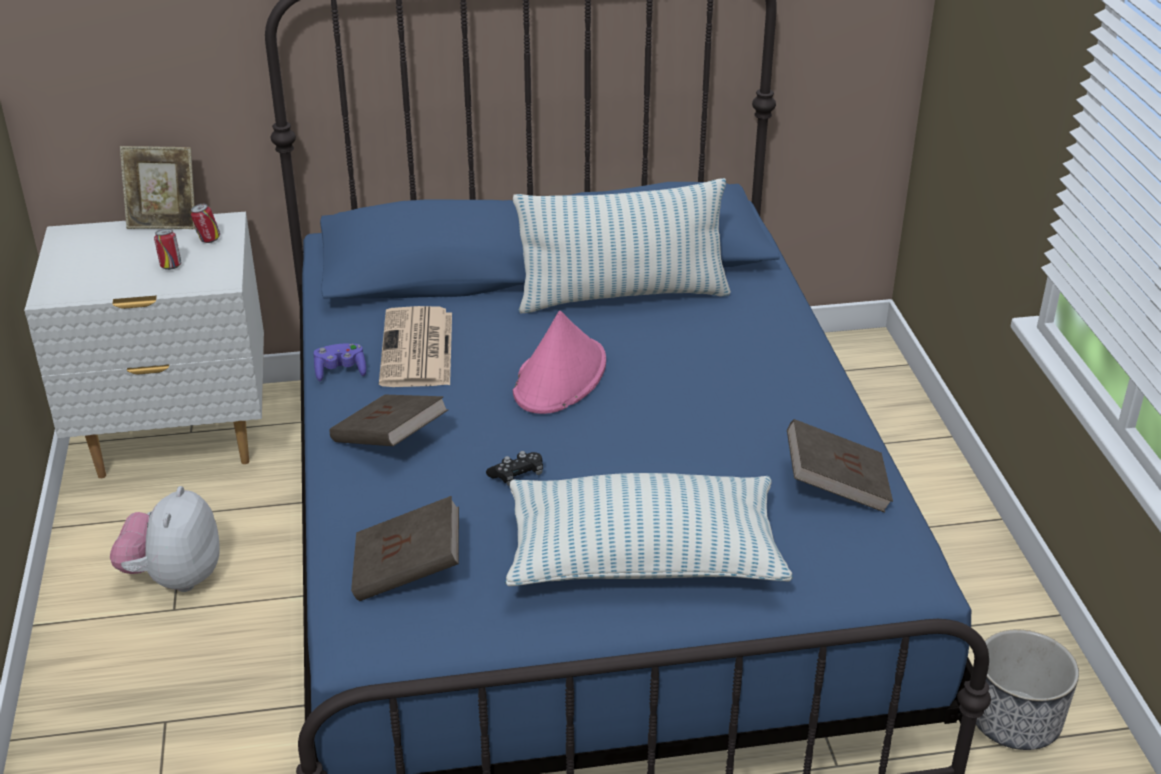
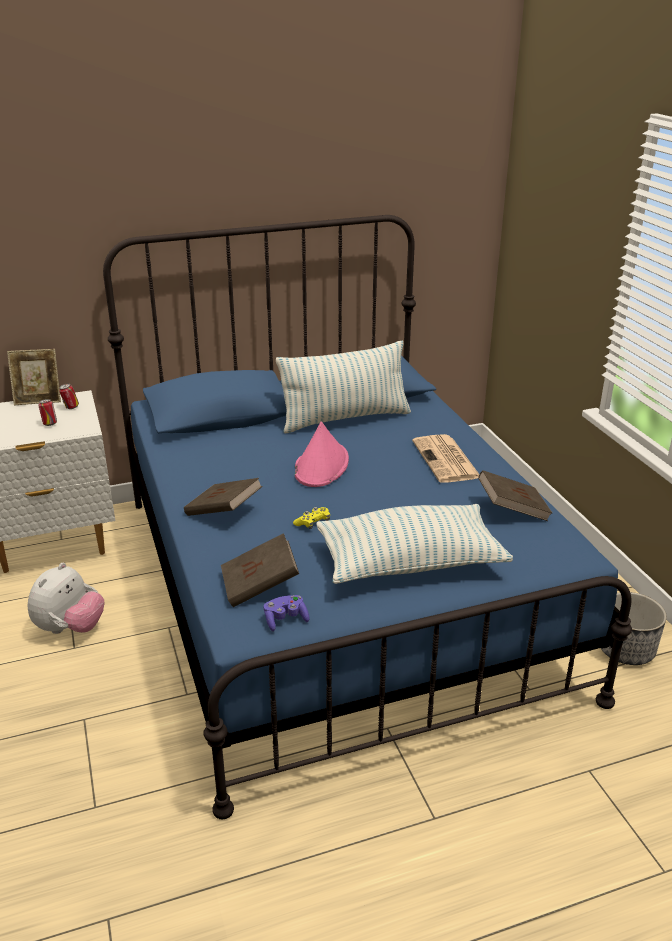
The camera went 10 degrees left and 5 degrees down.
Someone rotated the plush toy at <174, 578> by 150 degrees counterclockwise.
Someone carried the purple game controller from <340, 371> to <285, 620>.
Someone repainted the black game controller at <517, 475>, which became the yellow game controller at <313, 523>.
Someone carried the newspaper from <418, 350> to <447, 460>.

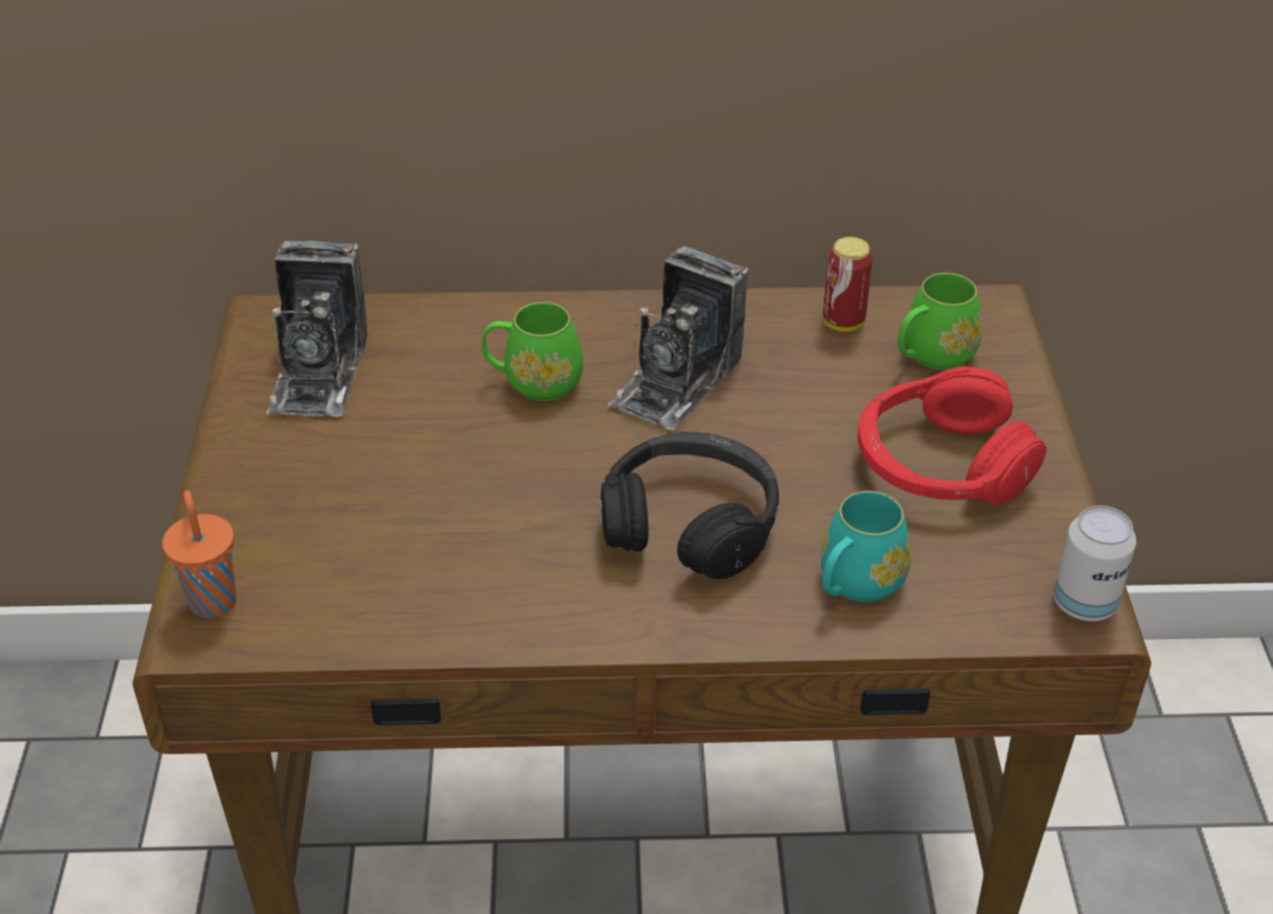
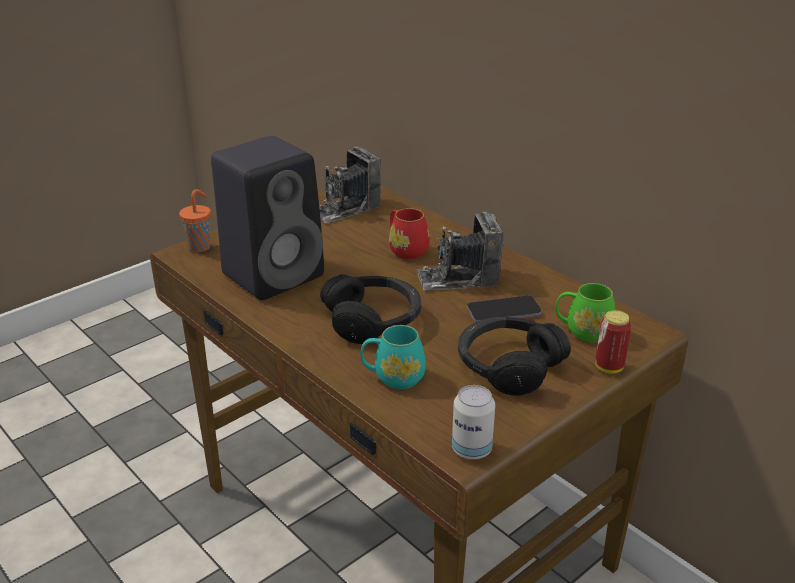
The camera went 50 degrees right and 10 degrees down.
Someone put down the black speaker at <275, 273>.
Someone repainted the green mug at <533, 382>, which became the red mug at <405, 249>.
Someone repainted the red headphones at <940, 465>, which became the black headphones at <508, 366>.
Someone put down the phone at <503, 312>.
Someone carried the can from <843, 323> to <609, 367>.

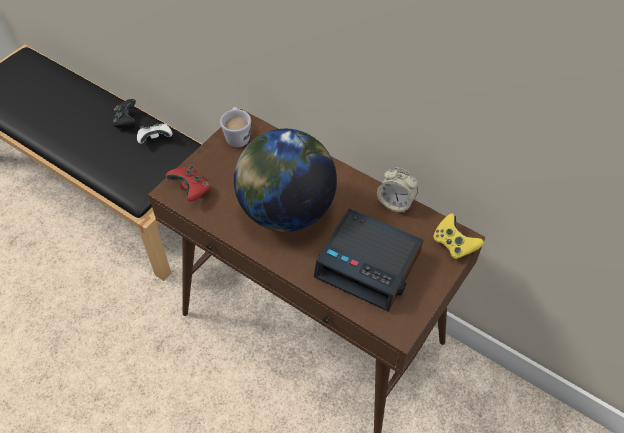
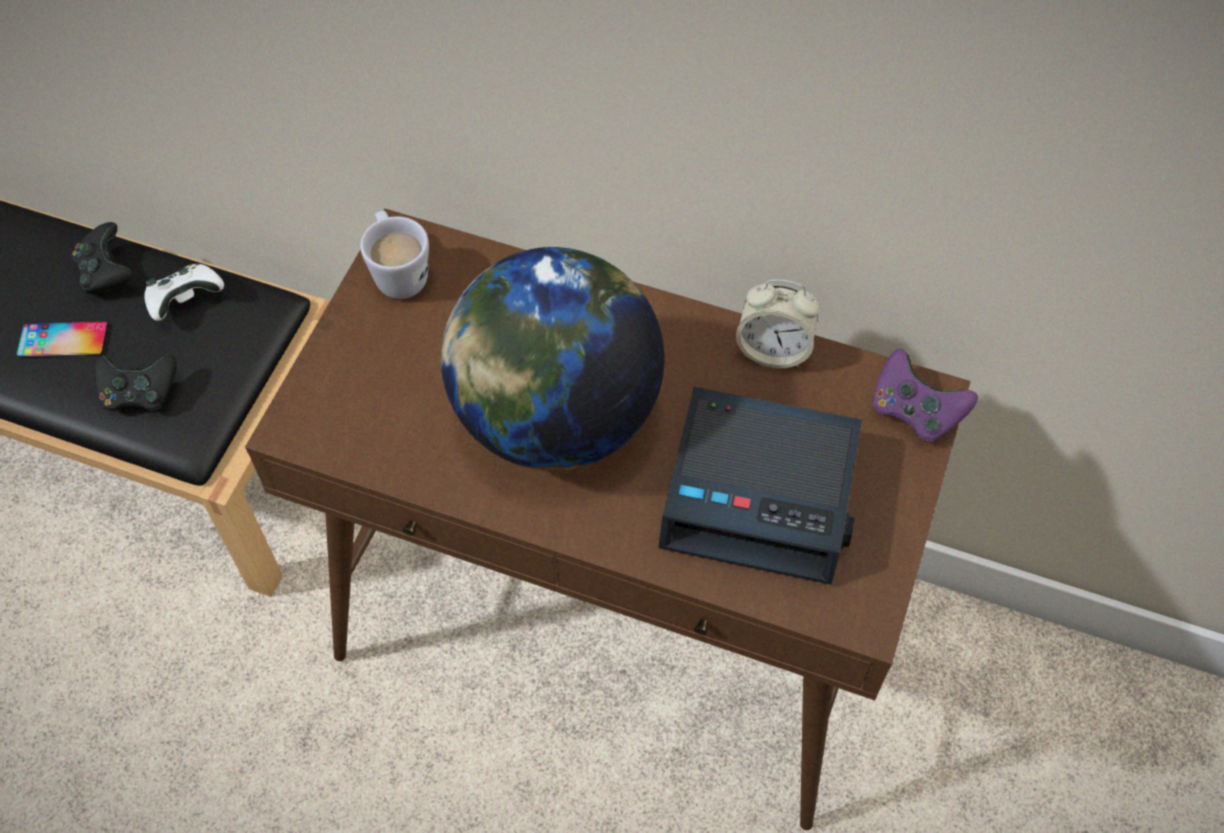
The camera went 15 degrees left and 5 degrees up.
Someone put down the phone at <63, 340>.
Someone put down the black game controller at <140, 394>.
Someone repainted the yellow game controller at <453, 244>, which became the purple game controller at <914, 411>.
Someone took away the red game controller at <191, 190>.

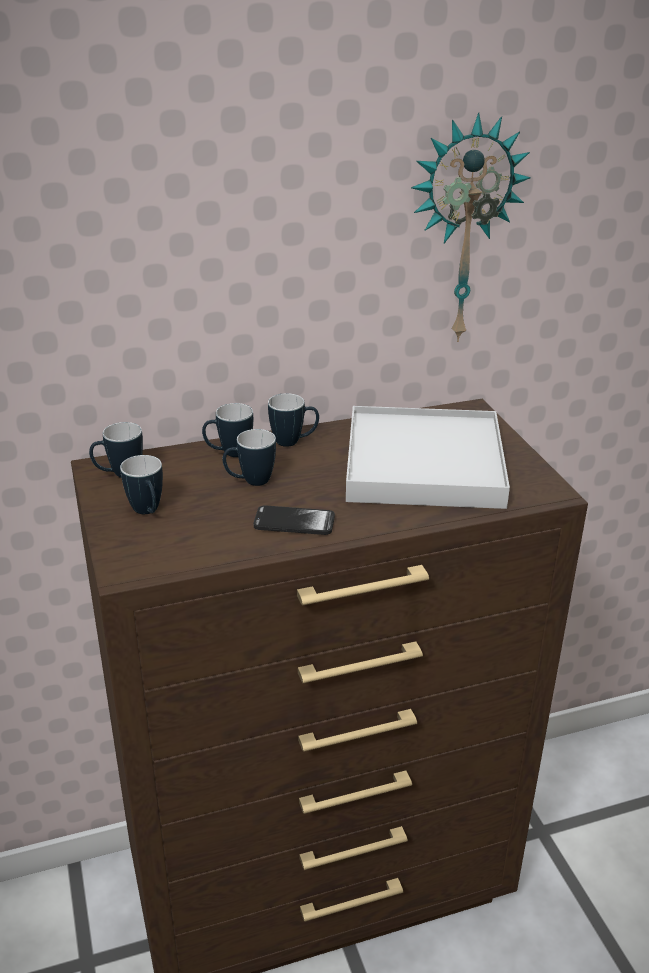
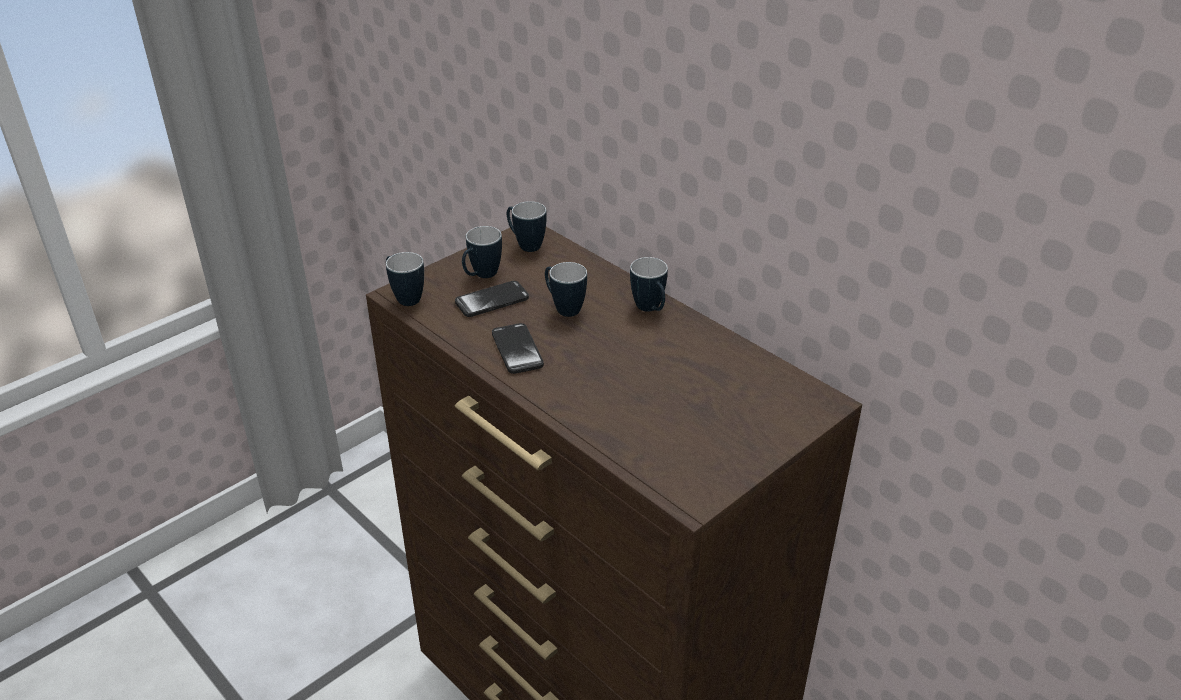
The camera went 65 degrees right and 5 degrees up.
Someone carried the mug from <229, 453> to <404, 298>.
Someone put down the phone at <492, 300>.
Someone took away the white tray at <423, 464>.
Someone took away the wall clock at <463, 231>.

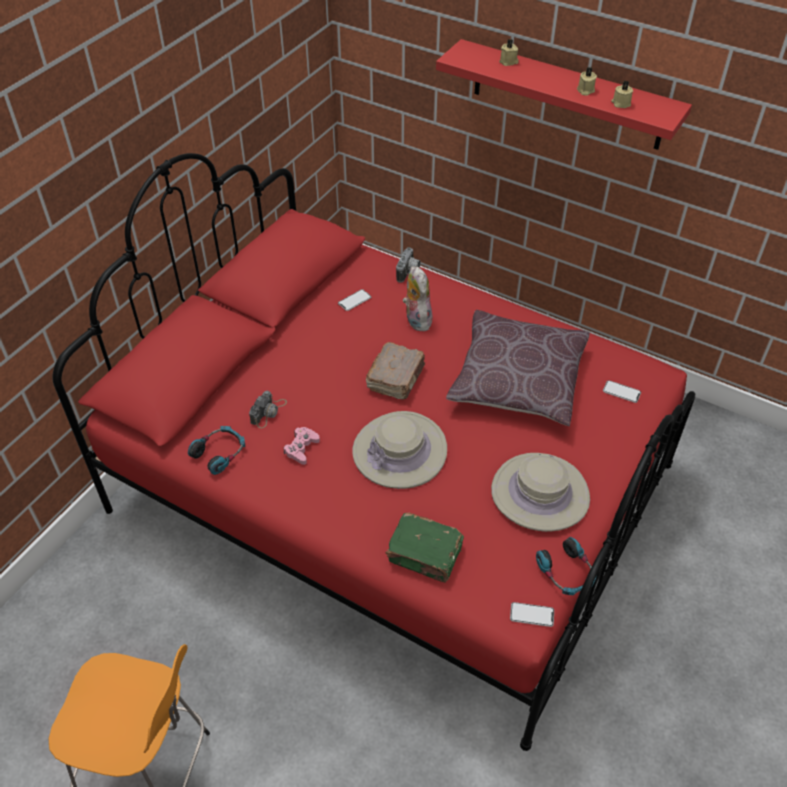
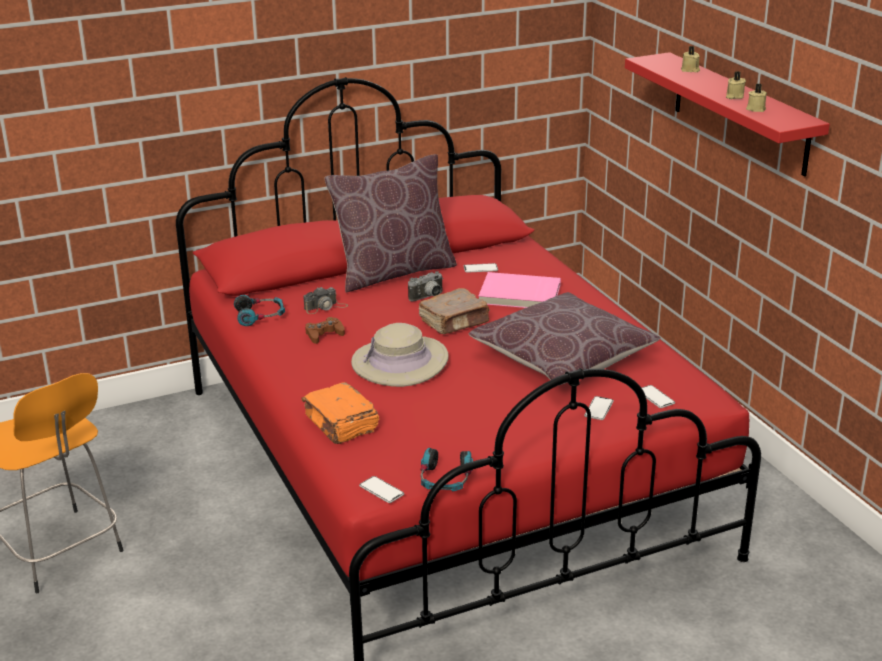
The camera went 35 degrees right and 20 degrees down.
Someone repainted the green book at <425, 555>, which became the orange book at <341, 424>.
Someone repainted the pink game controller at <301, 448>, which became the brown game controller at <324, 334>.
Someone put down the brown pillow at <393, 272>.
Someone carried the photo camera from <409, 272> to <428, 297>.
Someone swapped the plush toy at <416, 320> for the pink book at <519, 295>.
Someone put down the phone at <598, 409>.
Someone took away the beige hat at <540, 494>.

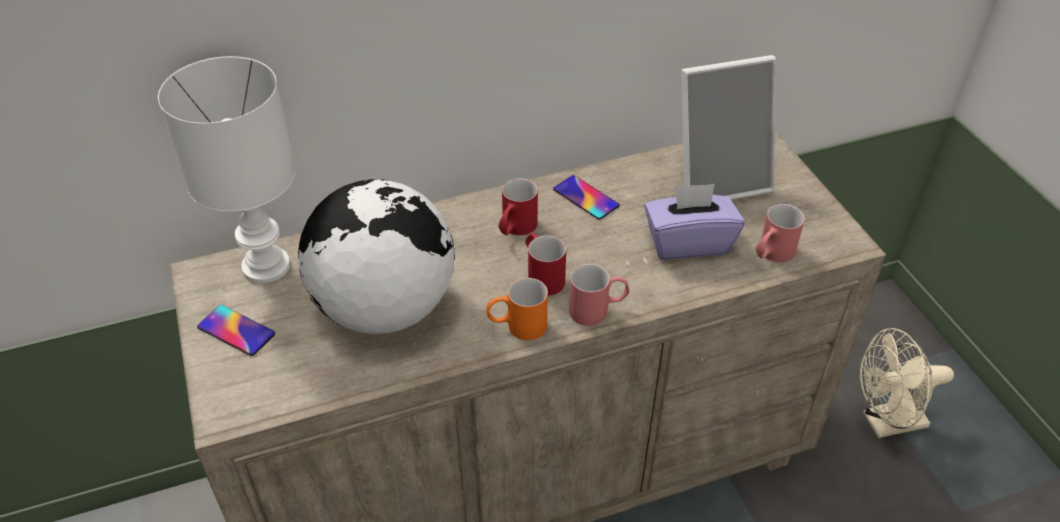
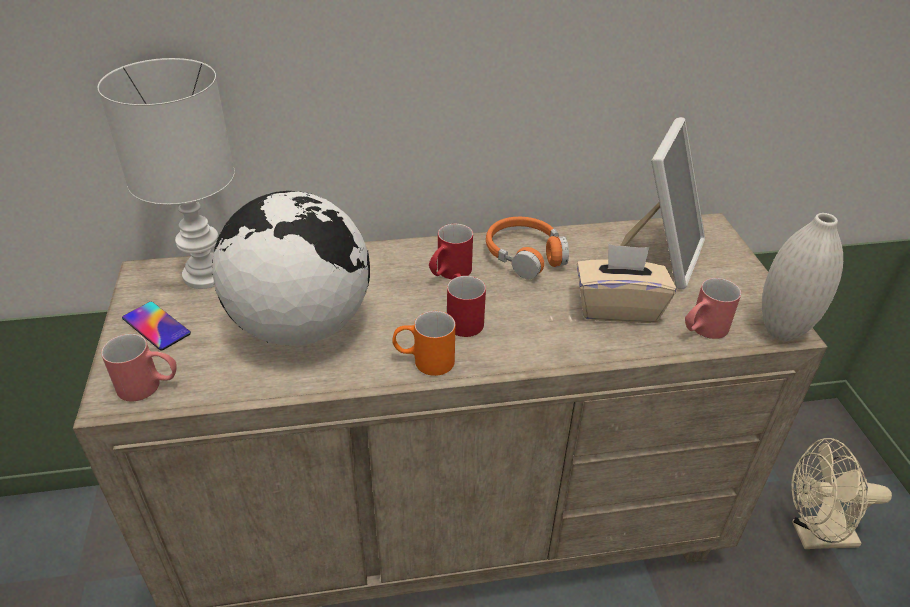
The camera went 10 degrees right and 5 degrees down.
Someone carried the red mug from <598, 310> to <149, 386>.
Someone swapped the phone at <585, 198> for the orange headphones at <525, 255>.
Someone repainted the purple tissue box at <688, 242>, which became the beige tissue box at <618, 307>.
Someone rotated the picture frame at <718, 180> by 60 degrees counterclockwise.
Someone put down the white vase at <781, 331>.

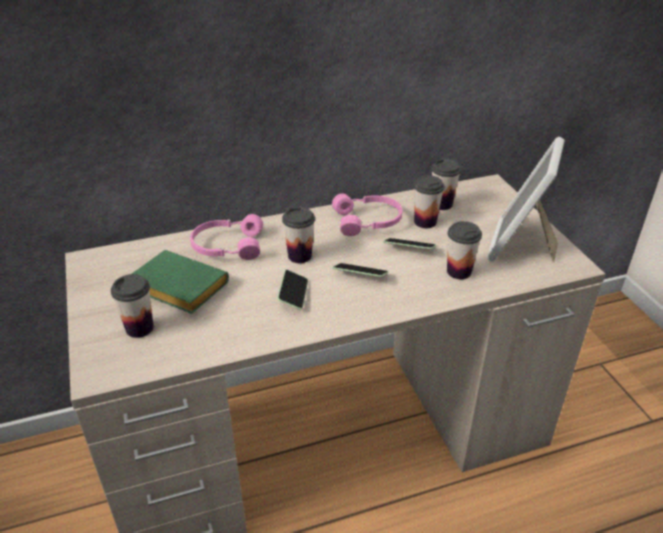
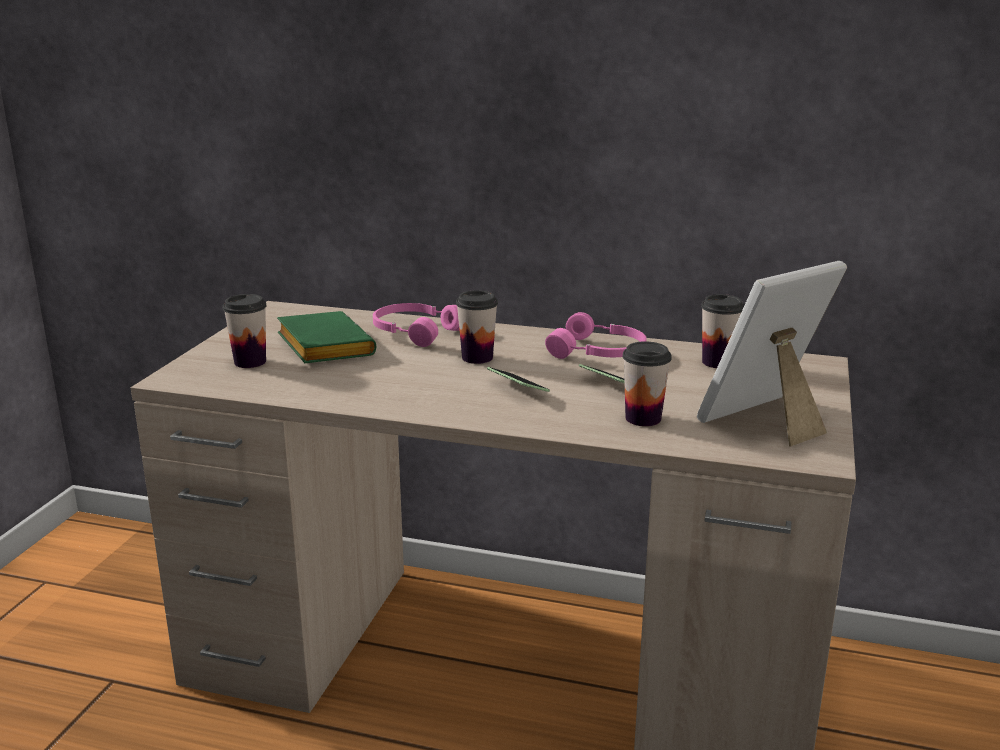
The camera went 35 degrees right and 15 degrees down.
Someone took away the phone at <293, 295>.
Someone took away the cup at <425, 222>.

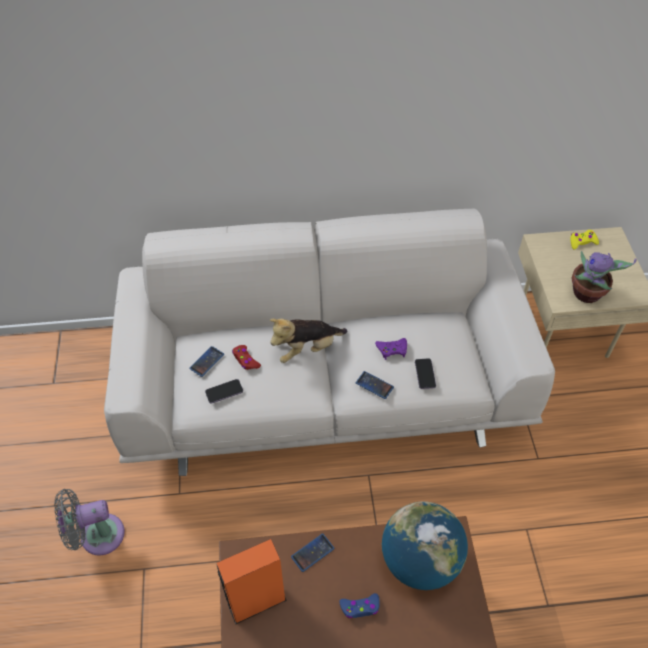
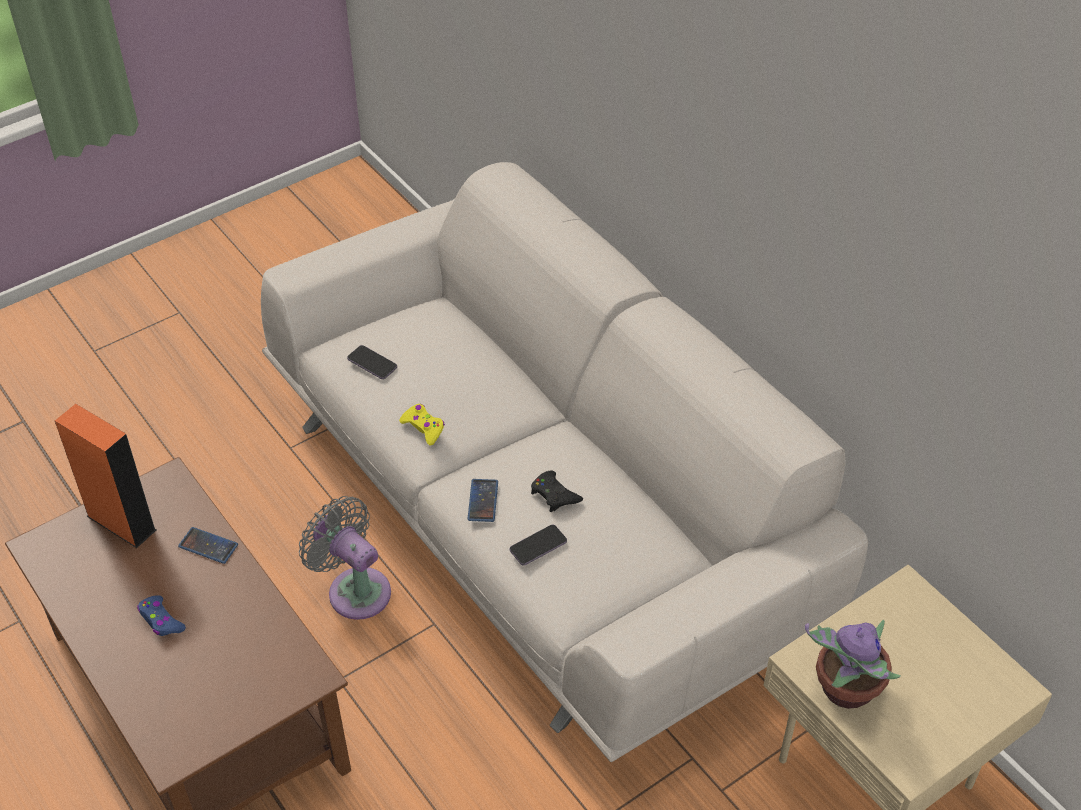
The camera went 60 degrees right and 5 degrees down.
Someone carried the grey fan from <97, 536> to <355, 589>.
Someone carried the yellow game controller from <582, 242> to <423, 427>.
Someone repainted the purple game controller at <392, 350>, which became the black game controller at <554, 495>.
Someone took away the phone at <207, 361>.
Someone took away the red game controller at <245, 360>.
Someone took away the plush toy at <307, 349>.
Someone took away the globe at <420, 560>.

